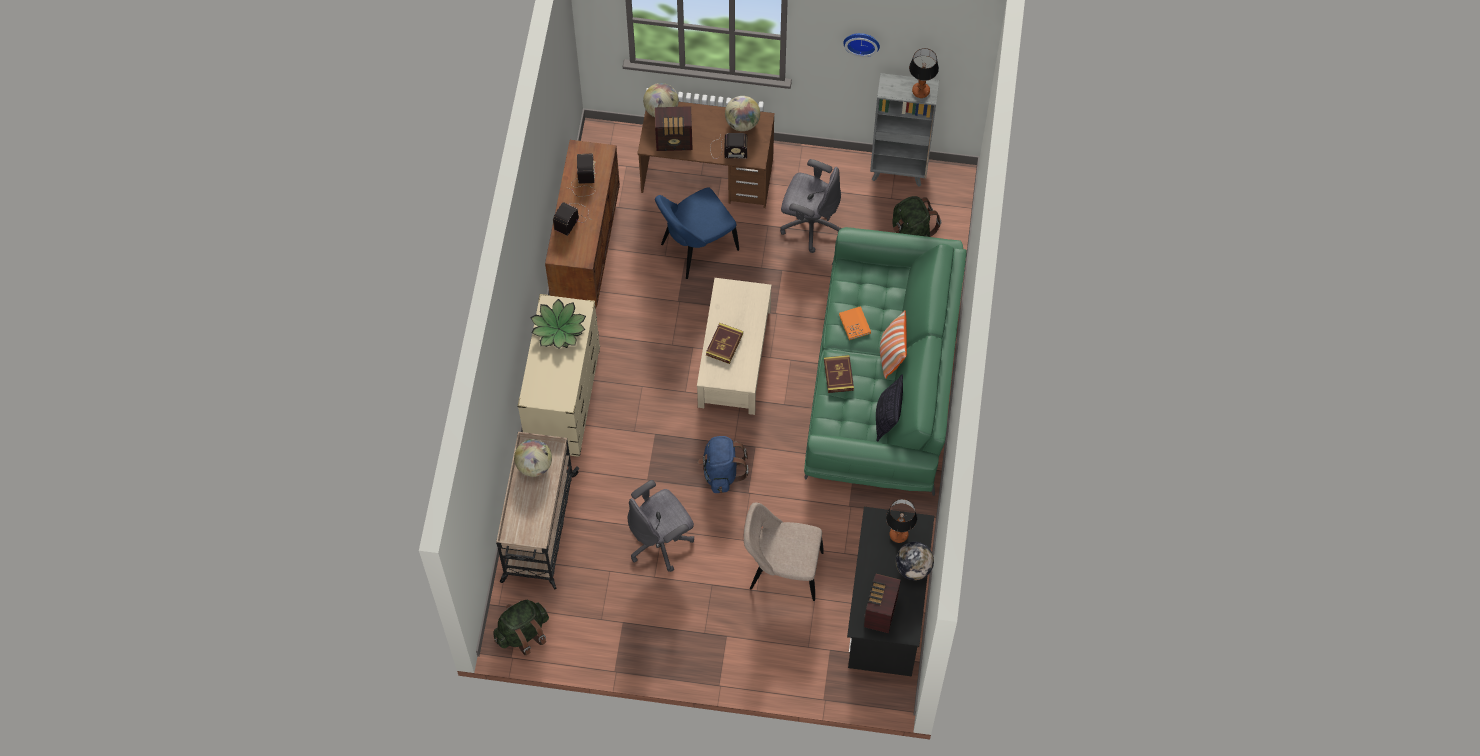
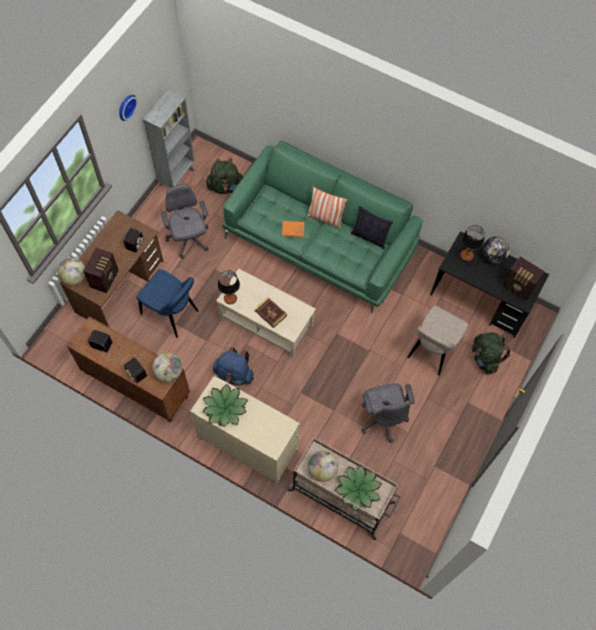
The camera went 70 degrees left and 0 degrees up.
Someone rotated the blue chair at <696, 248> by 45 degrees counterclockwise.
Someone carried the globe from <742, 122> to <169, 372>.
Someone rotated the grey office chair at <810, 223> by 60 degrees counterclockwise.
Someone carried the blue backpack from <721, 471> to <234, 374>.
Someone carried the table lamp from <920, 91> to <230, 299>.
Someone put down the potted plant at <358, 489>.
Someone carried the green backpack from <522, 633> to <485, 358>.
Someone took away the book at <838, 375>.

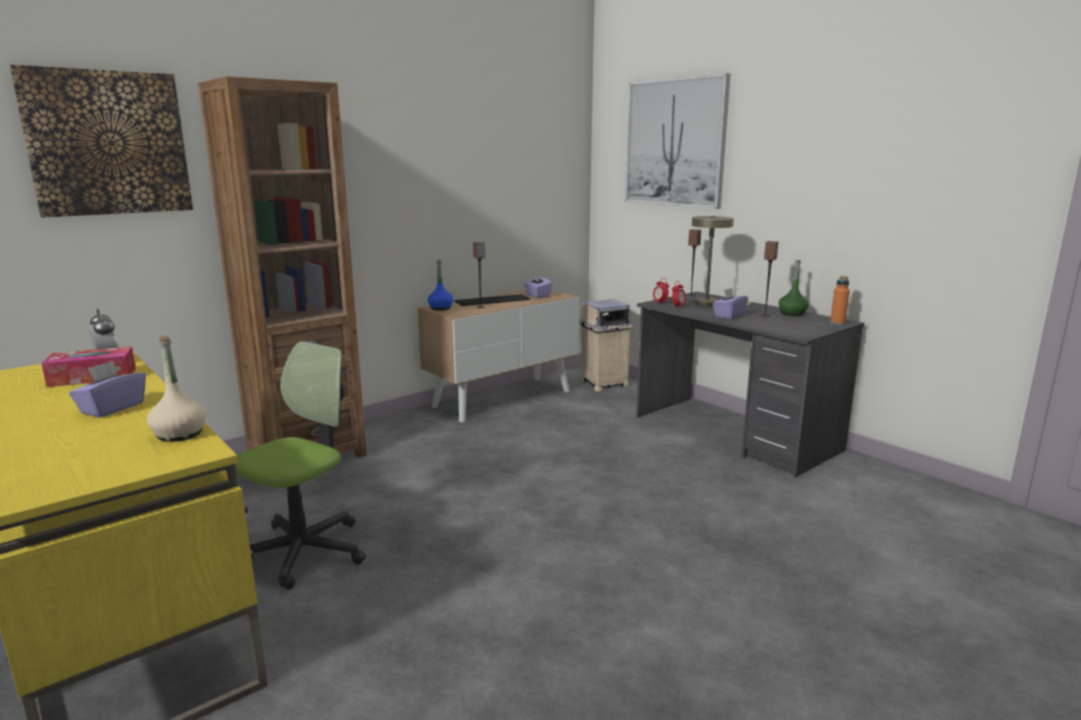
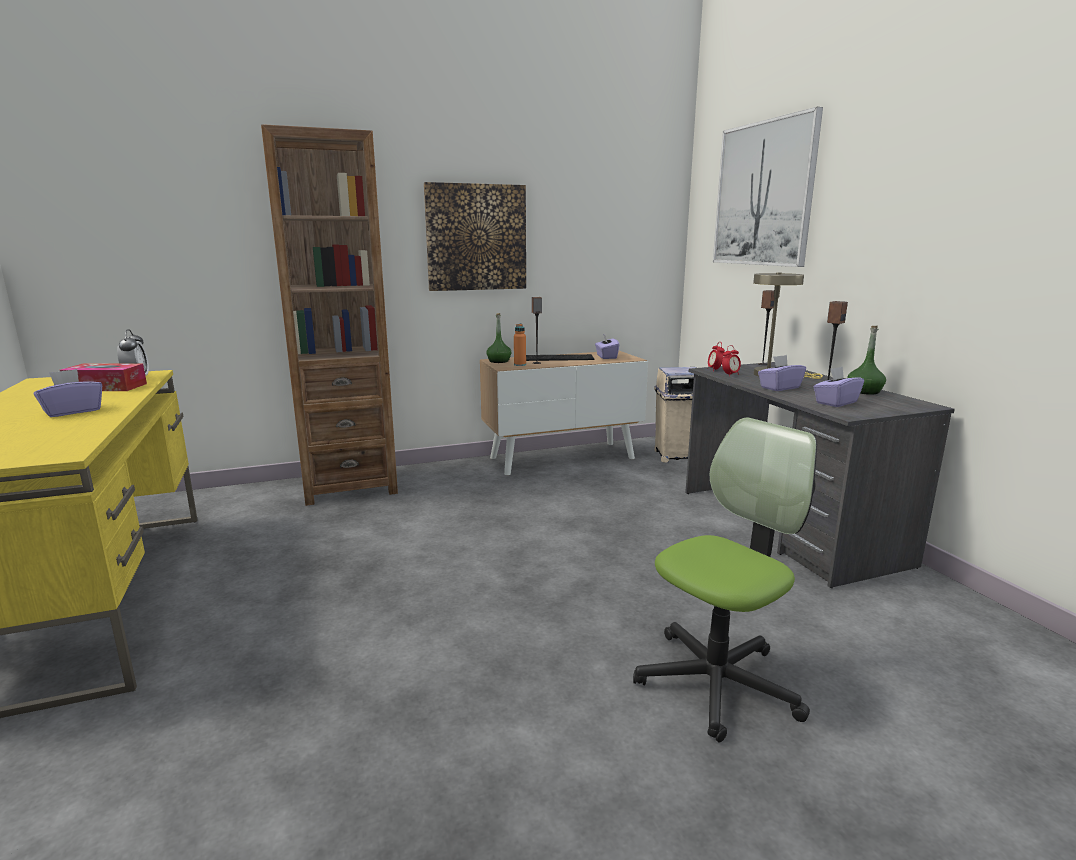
The camera went 20 degrees right and 0 degrees up.
Someone carried the picture from <108, 143> to <476, 237>.
Someone repainted the blue bottle at <440, 308>, which became the green bottle at <499, 361>.
Someone carried the orange bottle from <837, 323> to <520, 365>.
Someone carried the office chair from <303, 551> to <717, 682>.
Someone put down the purple tissue box at <835, 402>.
Someone took away the beige bottle at <180, 434>.

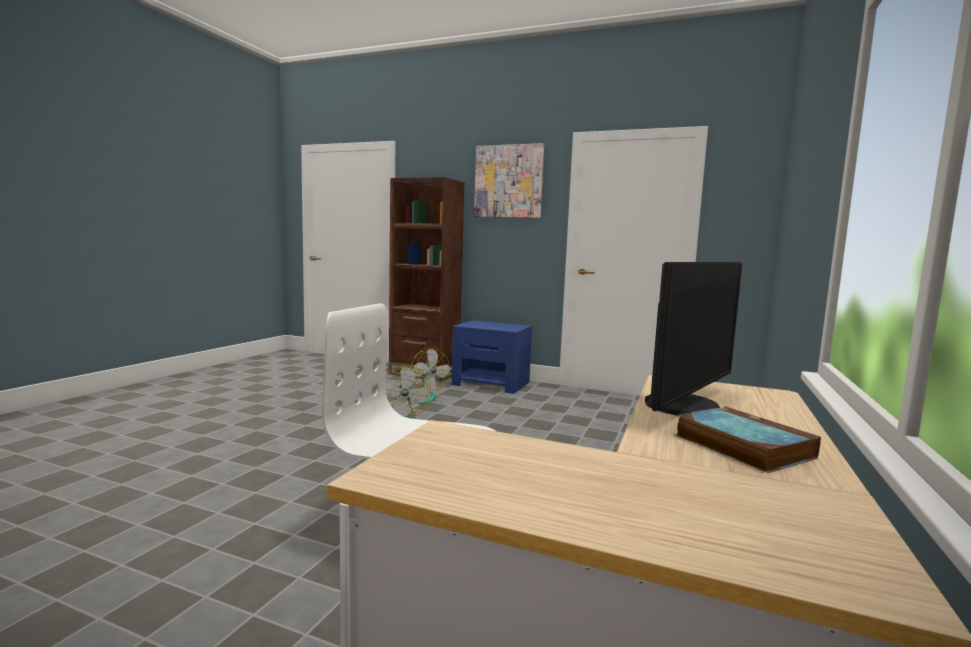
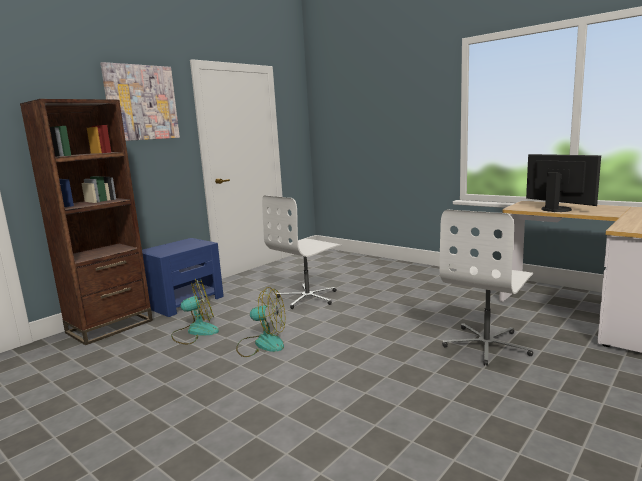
The camera went 70 degrees left and 5 degrees up.
Someone put down the white office chair at <308, 298>.
Someone took away the book at <740, 445>.

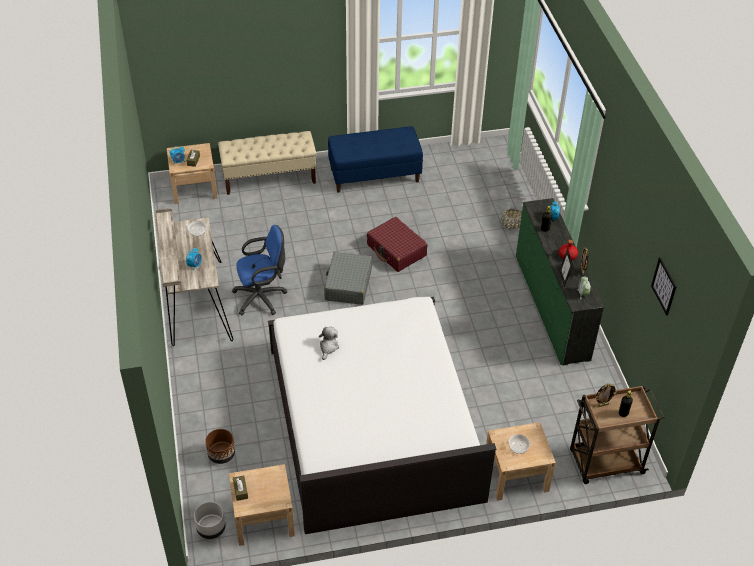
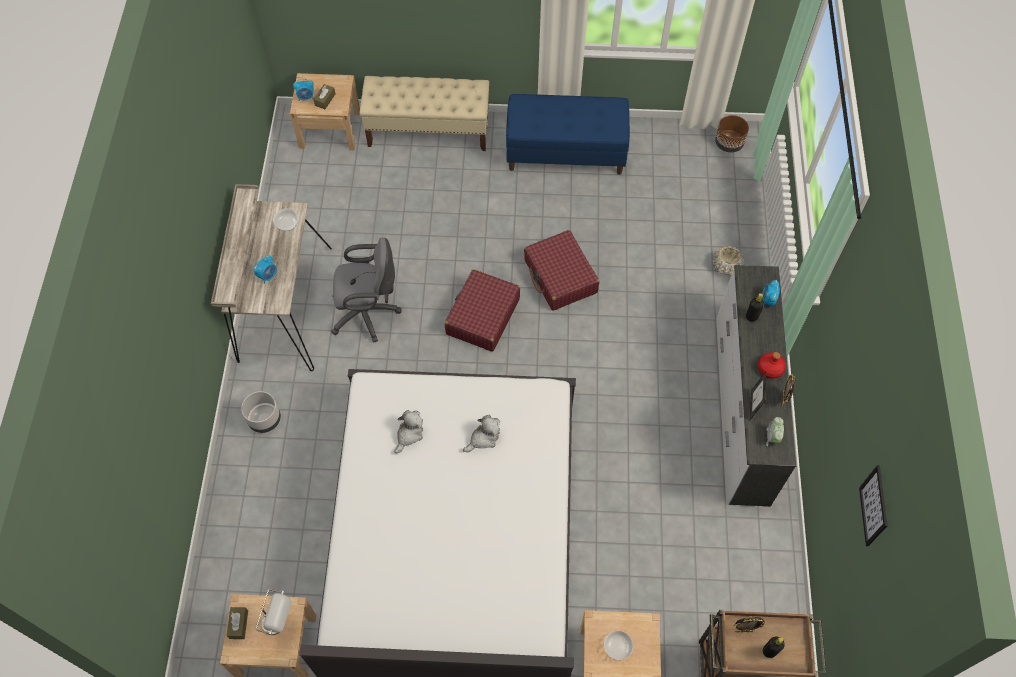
The camera went 15 degrees right and 15 degrees up.
Someone carried the grey planter from <211, 528> to <265, 419>.
Someone put down the grey table lamp at <281, 624>.
Someone repainted the blue office chair at <262, 297>, which became the grey office chair at <368, 313>.
Someone repainted the grey suitcase at <348, 284>, which became the red suitcase at <482, 316>.
Someone put down the plush toy at <483, 438>.
Someone carried the brown planter from <222, 454> to <729, 143>.
Someone repainted the green dresser at <551, 307>, which became the white dresser at <741, 409>.

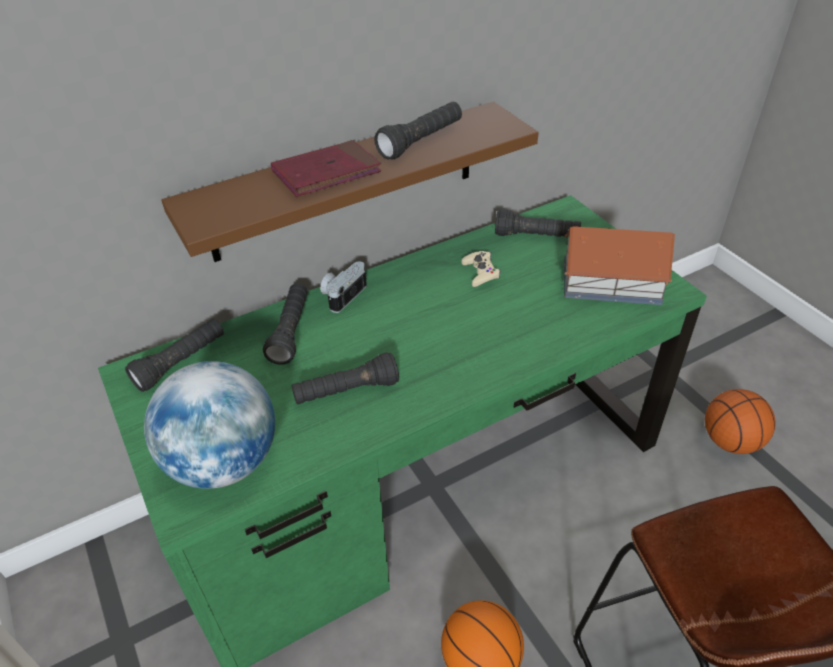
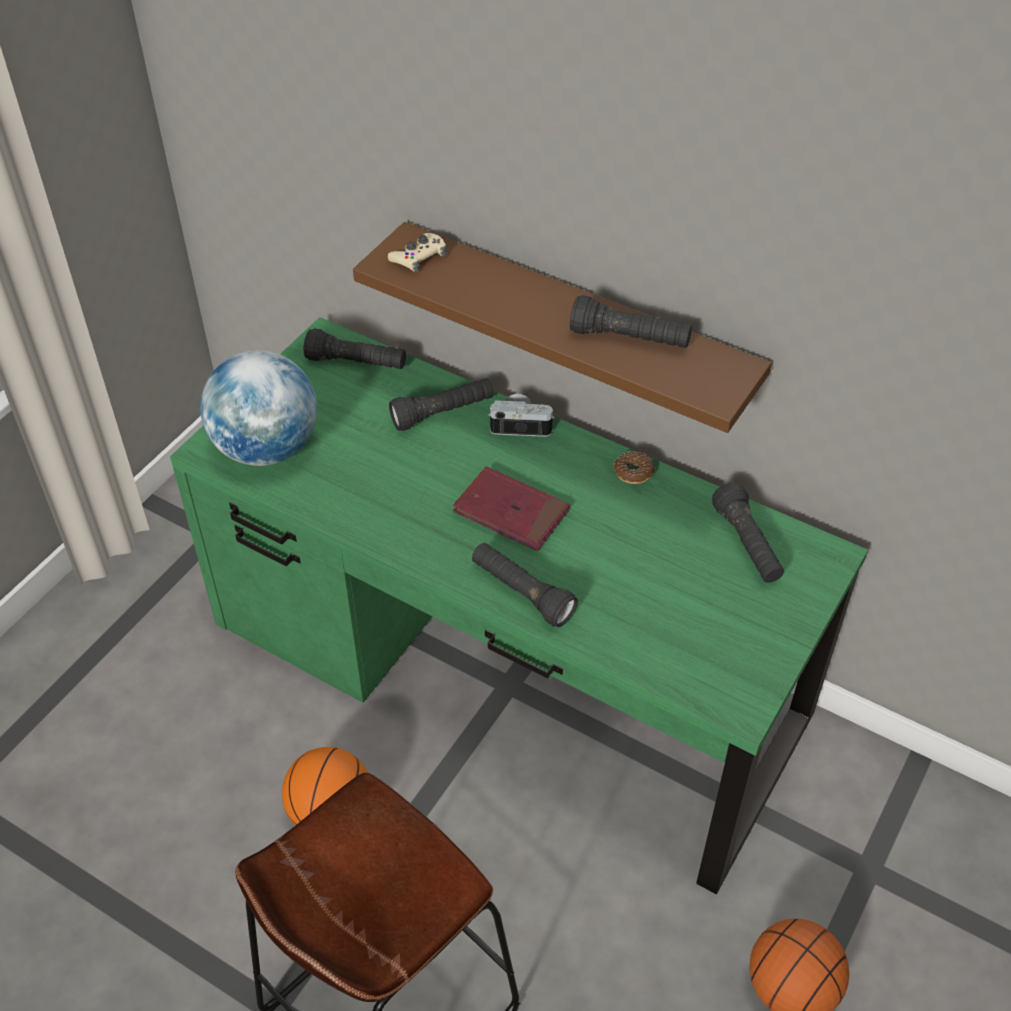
The camera went 60 degrees right and 5 degrees up.
Someone carried the beige game controller from <481, 272> to <419, 257>.
Someone carried the red book from <326, 173> to <511, 512>.
Someone carried the black flashlight from <346, 391> to <521, 593>.
Someone put down the donut at <633, 472>.
Someone took away the toy house at <612, 282>.

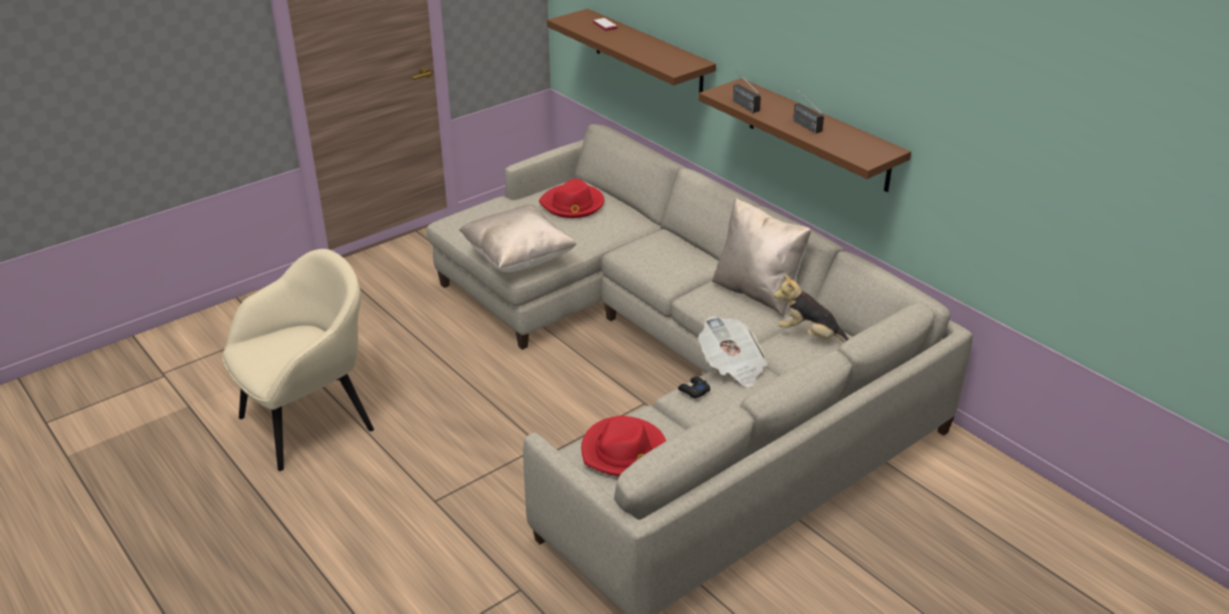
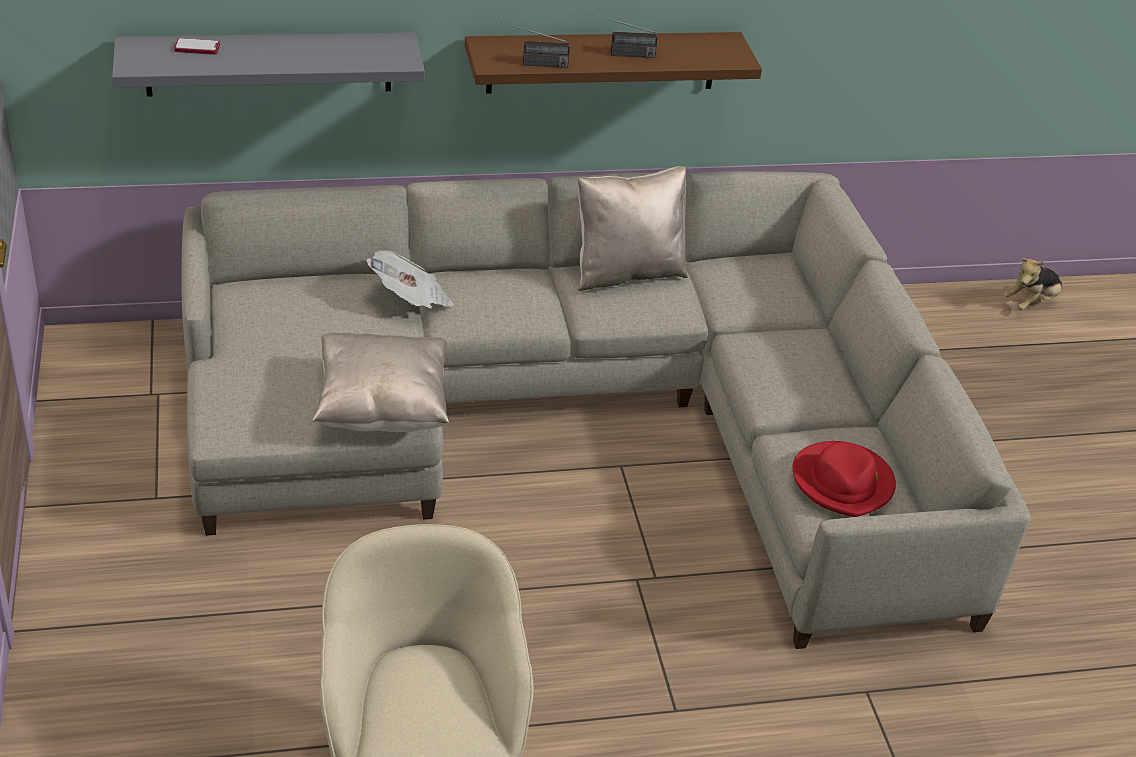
The camera went 65 degrees left and 5 degrees up.
Someone repainted the brown shelf at <648, 55>, which became the grey shelf at <269, 63>.
Someone carried the newspaper from <732, 366> to <411, 299>.
Someone carried the plush toy from <810, 336> to <1031, 303>.
Someone took away the red hat at <572, 204>.
Someone took away the black game controller at <693, 390>.

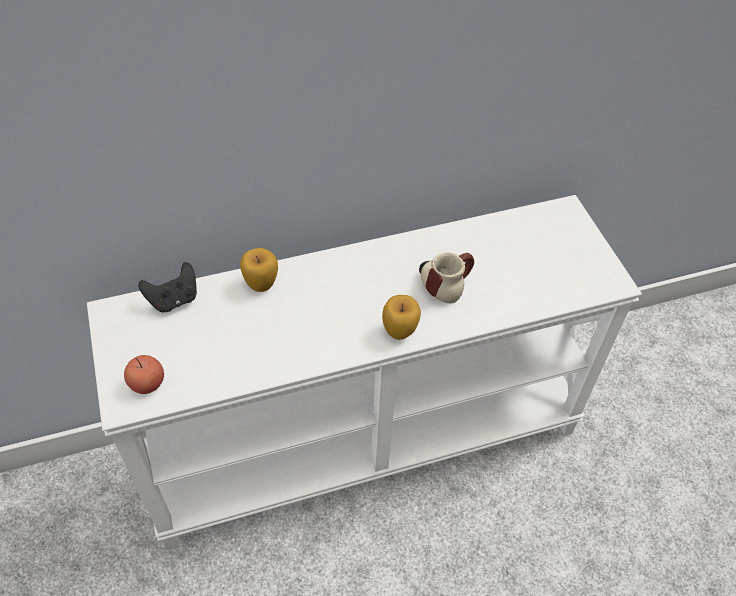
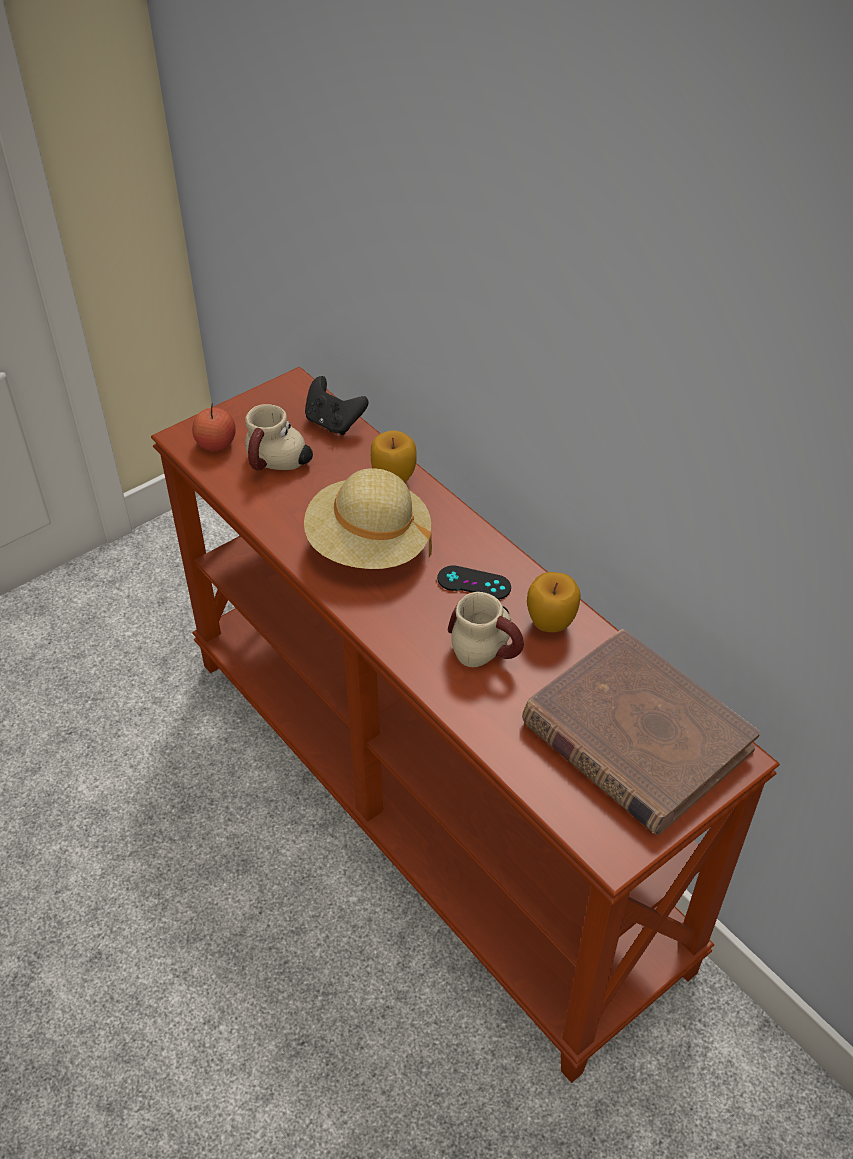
The camera went 70 degrees right and 5 degrees down.
Someone repainted the white console table at <363, 437>, which became the brown console table at <430, 803>.
Someone put down the mug at <277, 465>.
Someone put down the beige hat at <368, 546>.
Someone put down the black game controller at <474, 583>.
Someone put down the brown book at <635, 736>.
Someone carried the apple from <400, 331> to <550, 624>.

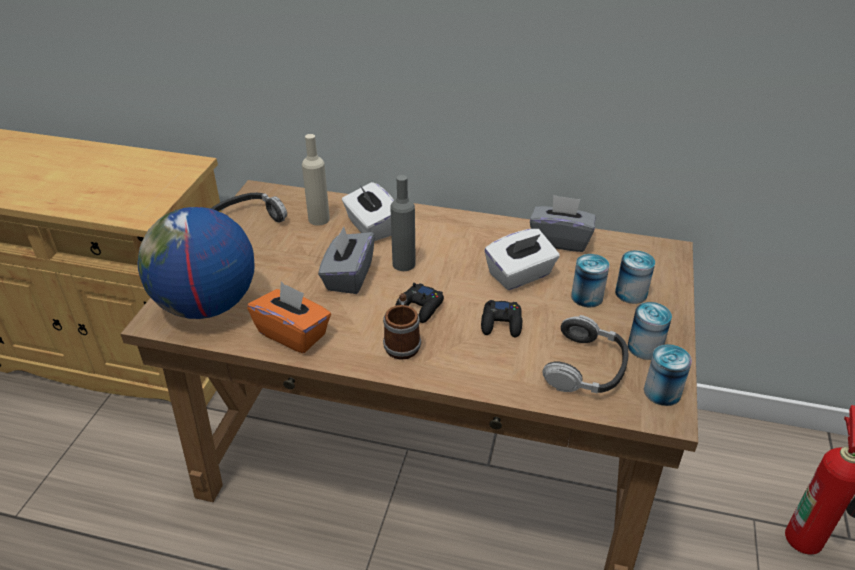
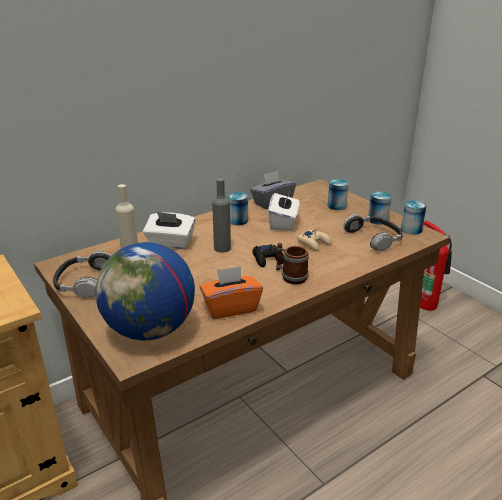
The camera went 50 degrees left and 10 degrees down.
Someone carried the can from <587, 297> to <238, 220>.
Someone repainted the black game controller at <502, 323>, which became the beige game controller at <314, 243>.
Someone took away the grey tissue box at <348, 277>.

